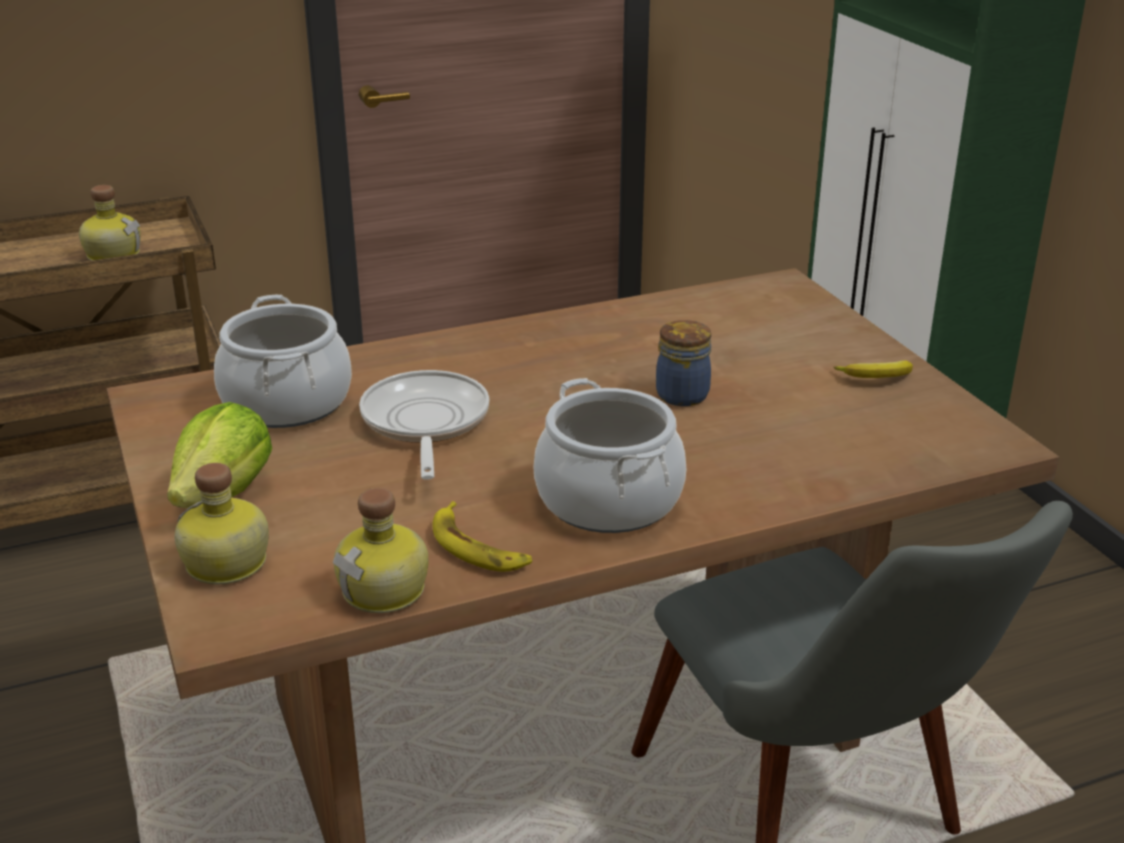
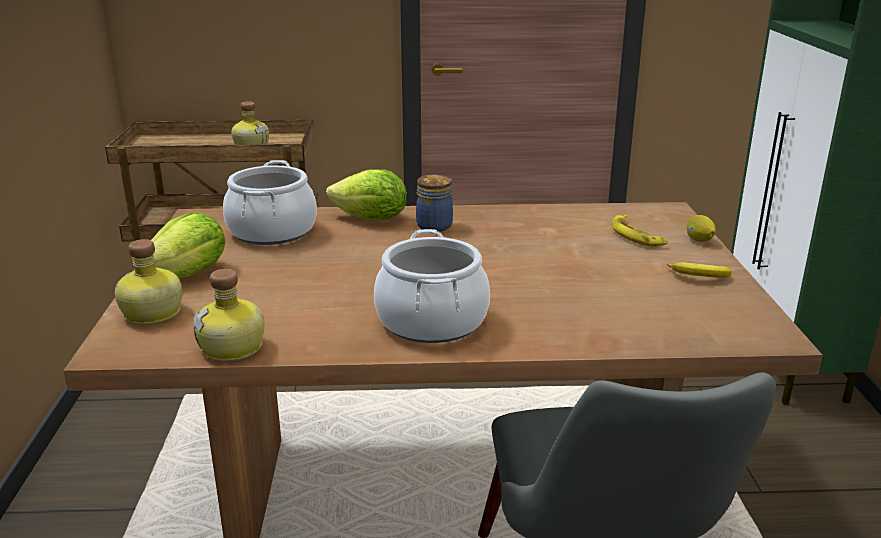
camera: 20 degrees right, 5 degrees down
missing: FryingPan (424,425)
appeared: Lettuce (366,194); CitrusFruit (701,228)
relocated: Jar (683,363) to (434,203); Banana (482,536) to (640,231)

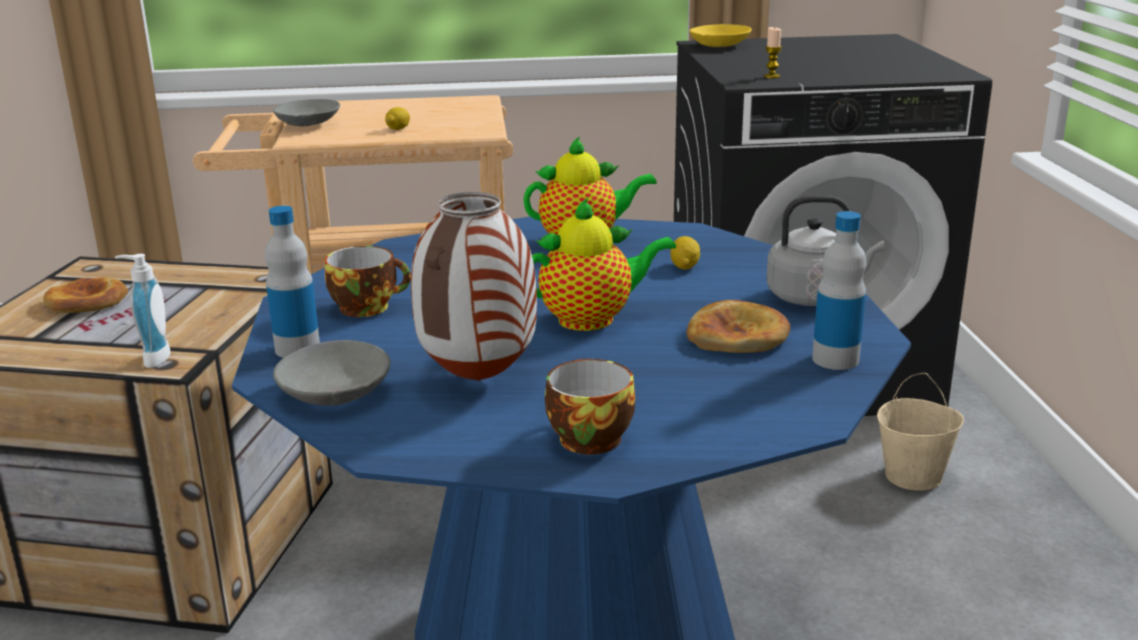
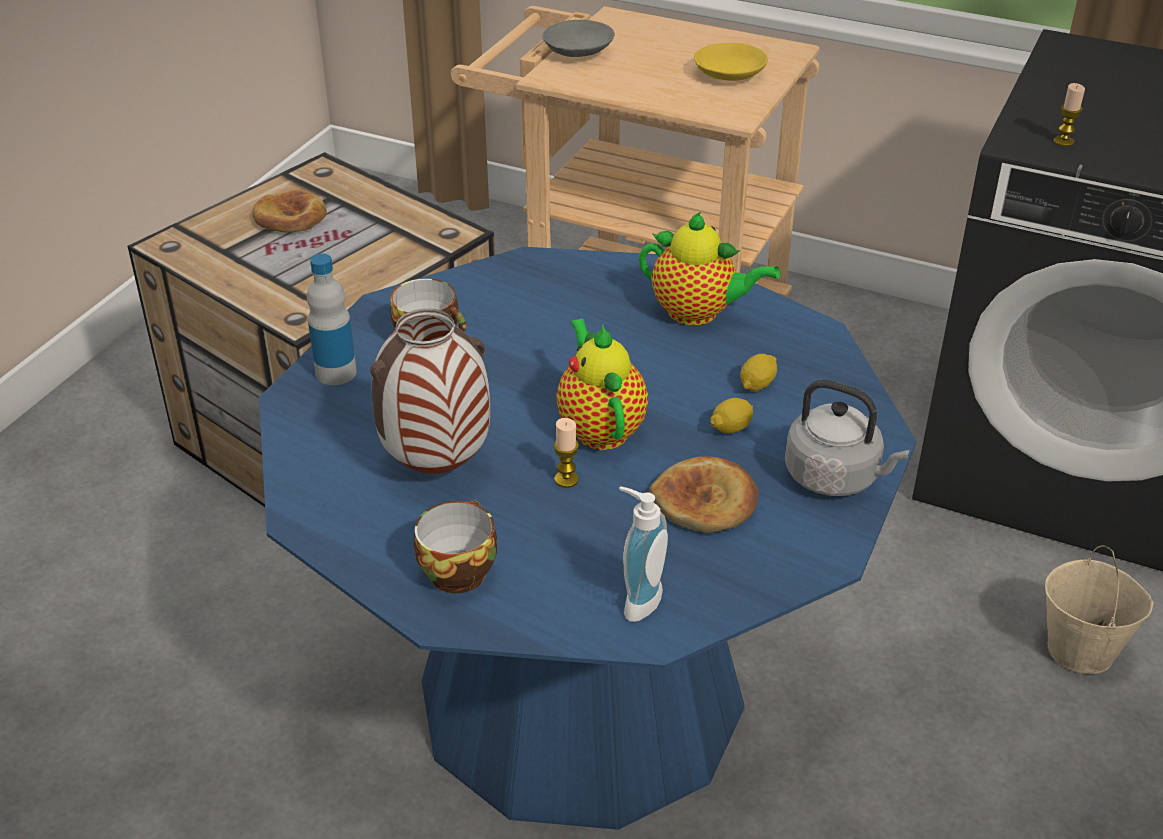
camera: 30 degrees right, 15 degrees up
missing: Bottle (839,290); GrayDeepDish (331,373)
appeared: WaxCandle (566,453)
relocated: YellowishDeepDish (720,35) to (731,62); CitrusFruit (397,118) to (732,416); SoapDispenser (143,311) to (643,554)
spun: Teapot (604,264) = (602,384) 120 degrees counterclockwise

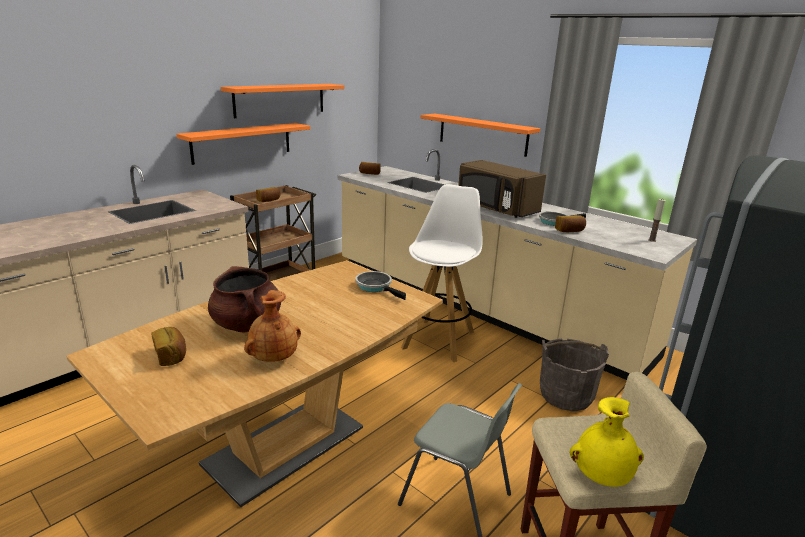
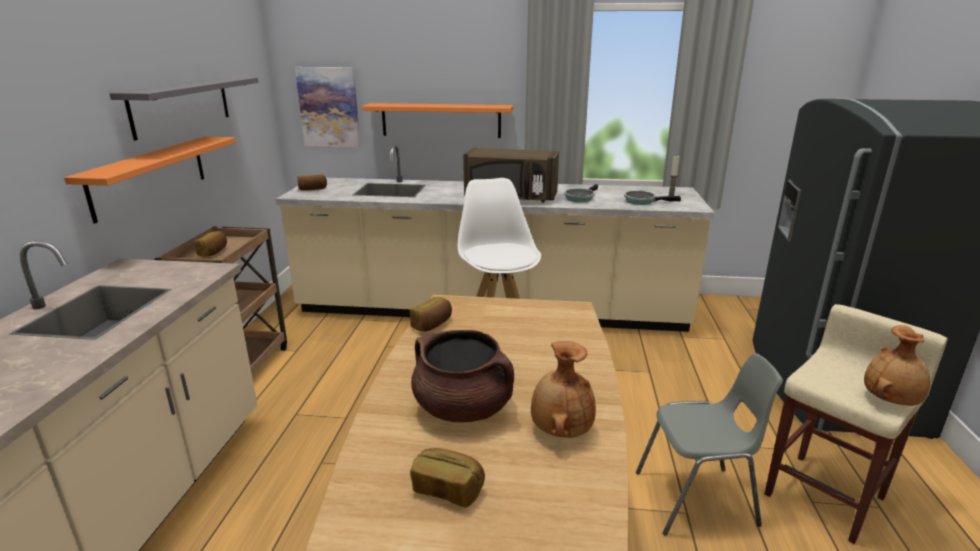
camera: 35 degrees left, 0 degrees up
missing: GrayPail (574,375)
appeared: WallPicture (327,107)
relocated: Bread (570,223) to (431,314); FryingPan (380,285) to (652,197)
colour: OrangeyWallShelf (282,101) to GrayWallShelf (184,109); YellowishFlowerVase (607,442) to BrownishFlowerVase (897,365)

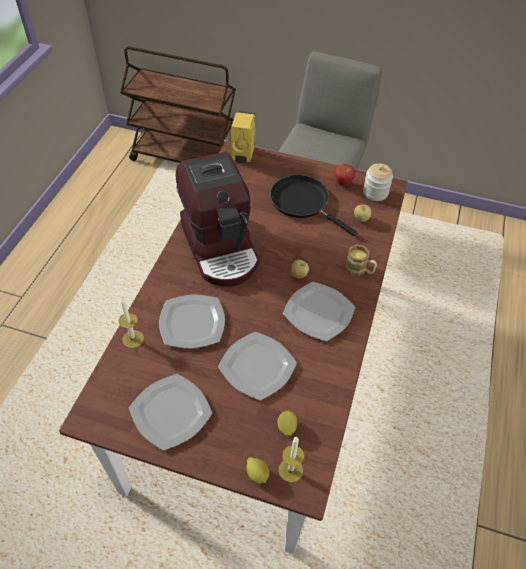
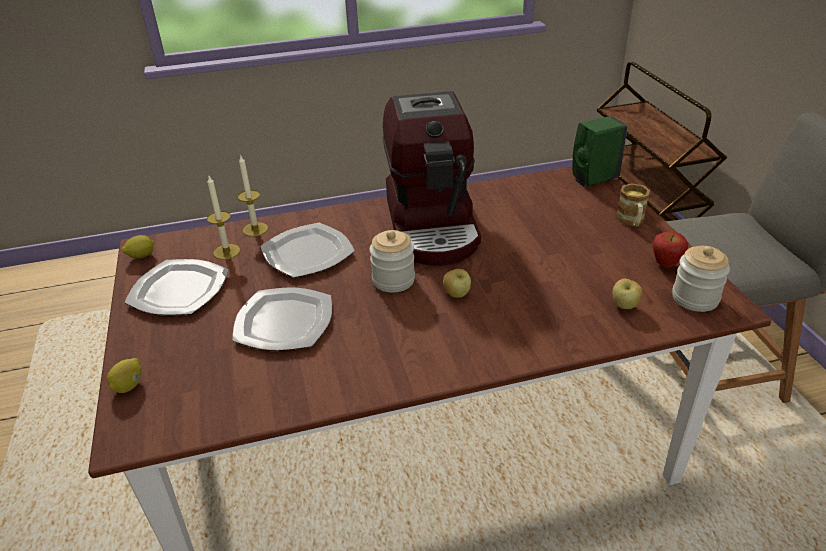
camera: 60 degrees right, 15 degrees down
missing: BlackFryingPan (313,205); DinnerPlate (319,311)
appeared: Jar (392,261)
relocated: Mug (361,260) to (633,204); CitrusFruit (287,424) to (138,247); WaxCandle (291,460) to (223,218)
colour: YellowishSoapDispenser (243,137) to GreenishSoapDispenser (600,151)
spun: CoffeeBrewer (217,219) = (431,178) 45 degrees counterclockwise

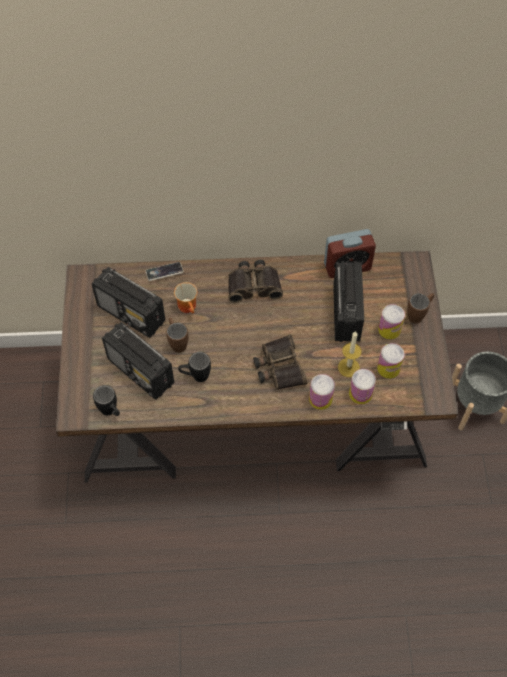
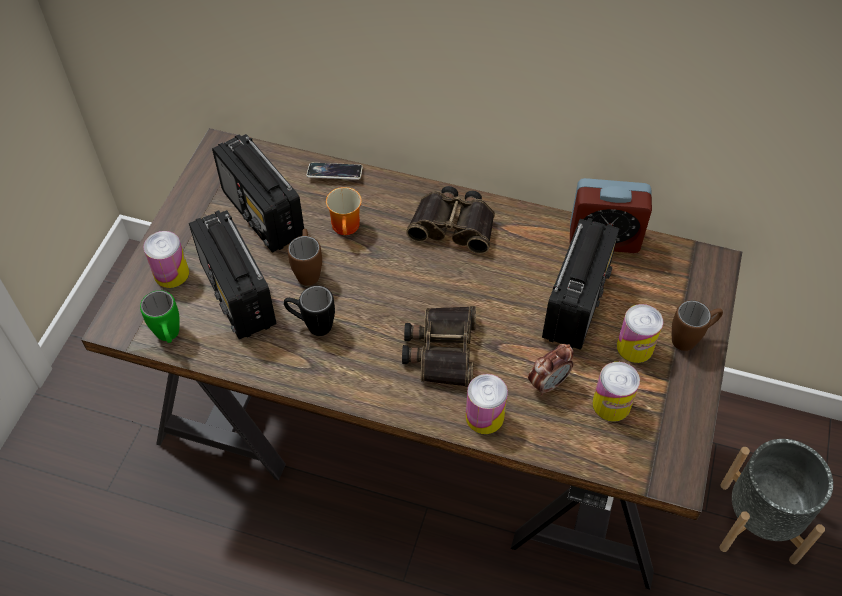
camera: 20 degrees right, 5 degrees down
relocated: SealedCan (362,386) to (166,259)
exchanged: WaxCandle (350,354) to BedsideClock (551,370)
colour: BlackMug (106,400) to GreenishMug (159,316)

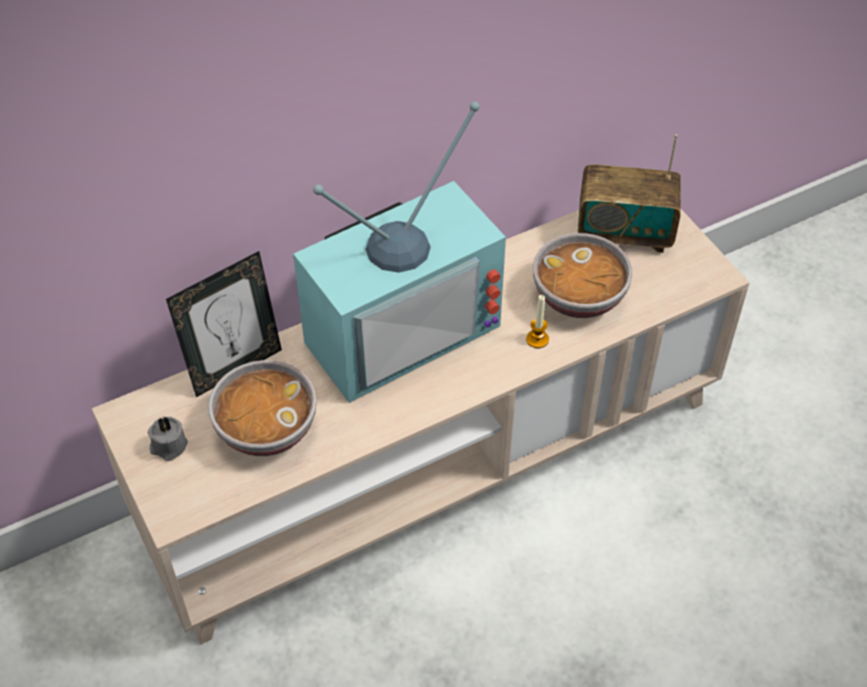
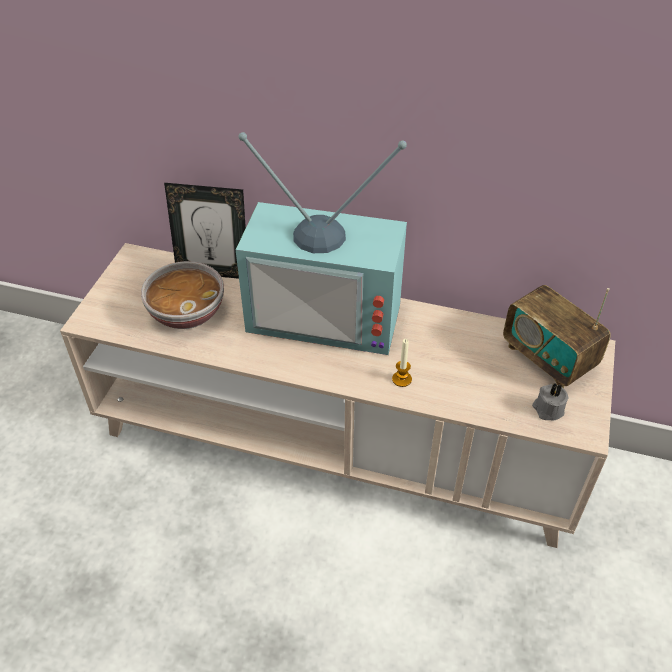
camera: 45 degrees right, 5 degrees down
missing: DeepDish (582,275)
relocated: GrayWaxCandle (168,438) to (550,402)

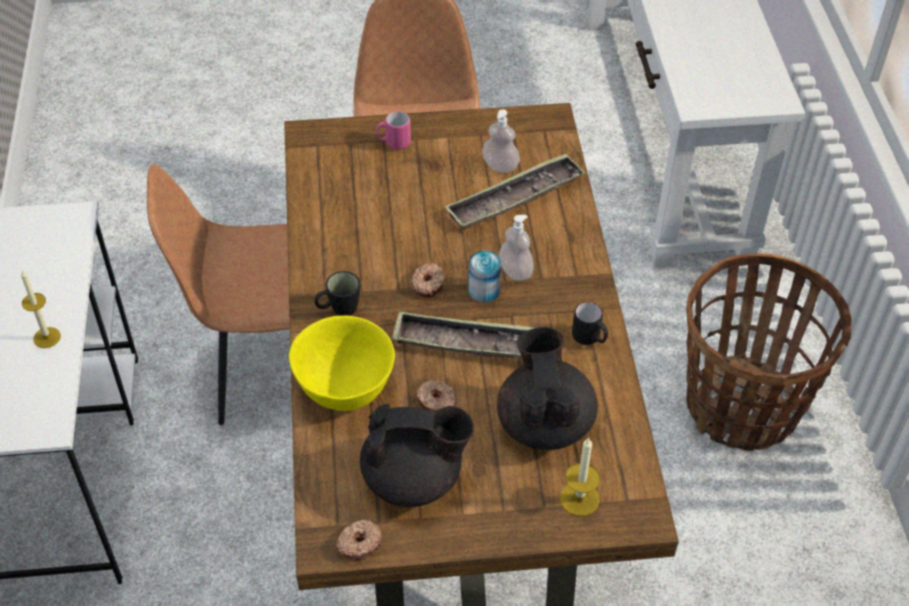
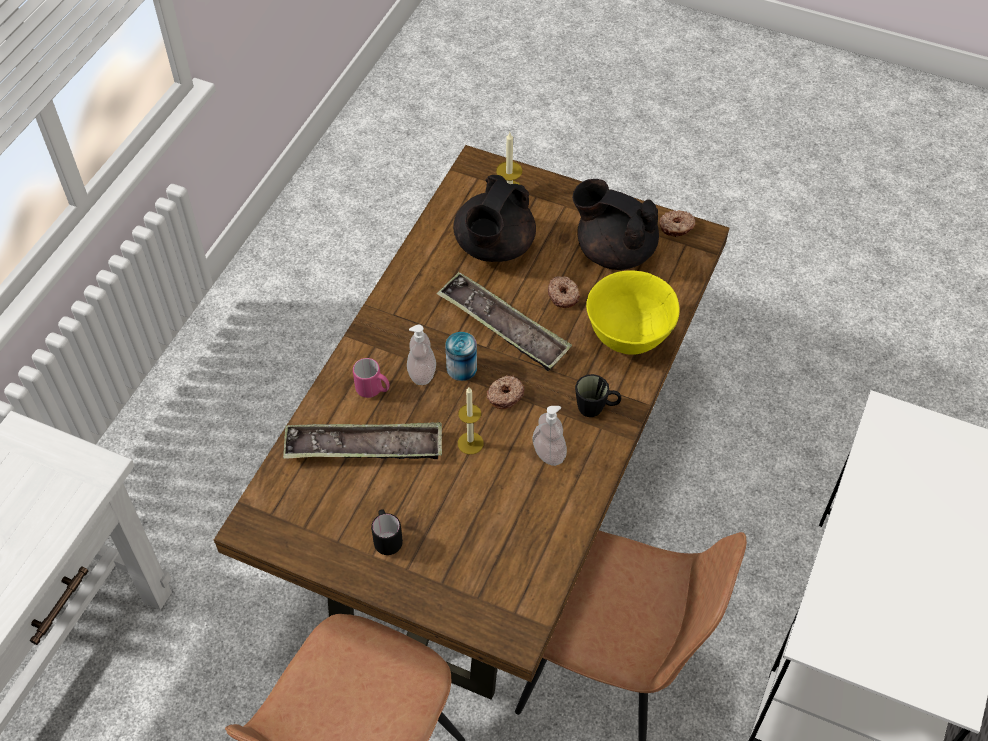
camera: 150 degrees left, 5 degrees up
missing: StorageBasket (768,352)
relocated: SoapDispenser (501,141) to (550,436); PinkishMug (393,130) to (371,378); WaxCandle (41,309) to (471,420); BlackMug (590,323) to (387,532)

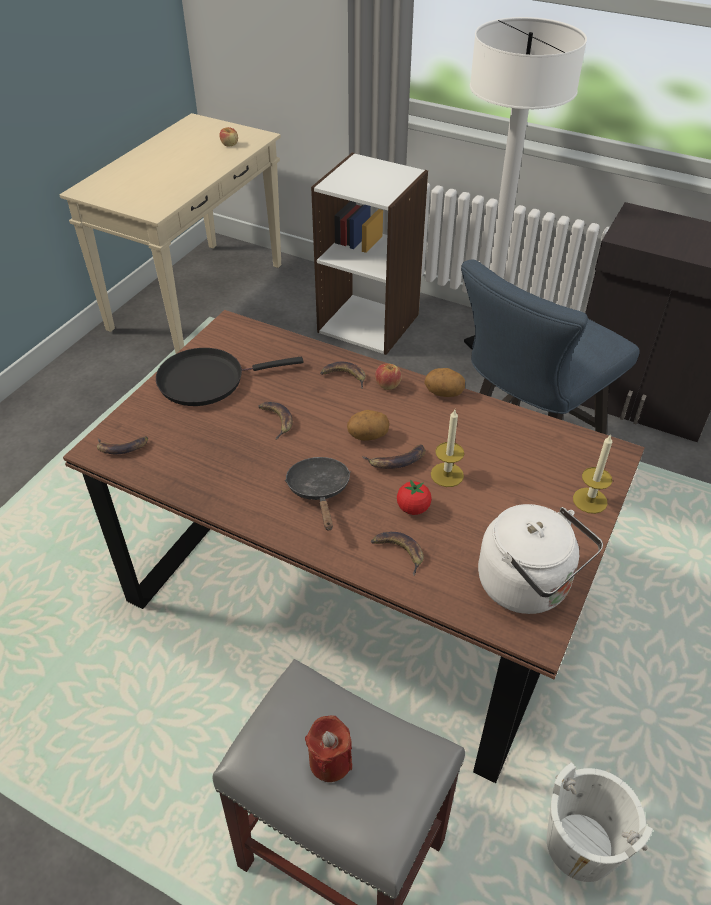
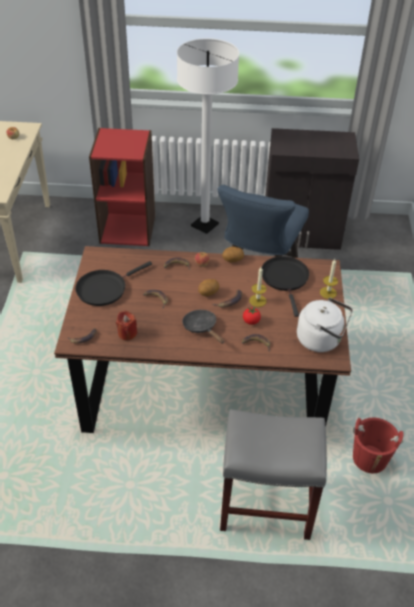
camera: 25 degrees left, 0 degrees up
appeared: BlackFryingPan (285,286)
relocated: RedColouredWaxCandle (328,748) to (126,325)
colour: WhiteColouredShelvingUnit (369,254) to RedColouredShelvingUnit (122,187); WhiteColouredPail (600,822) to RedColouredPail (378,445)

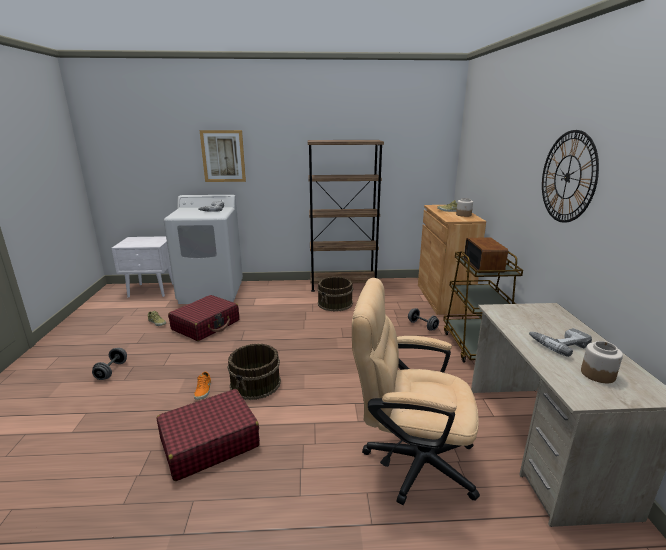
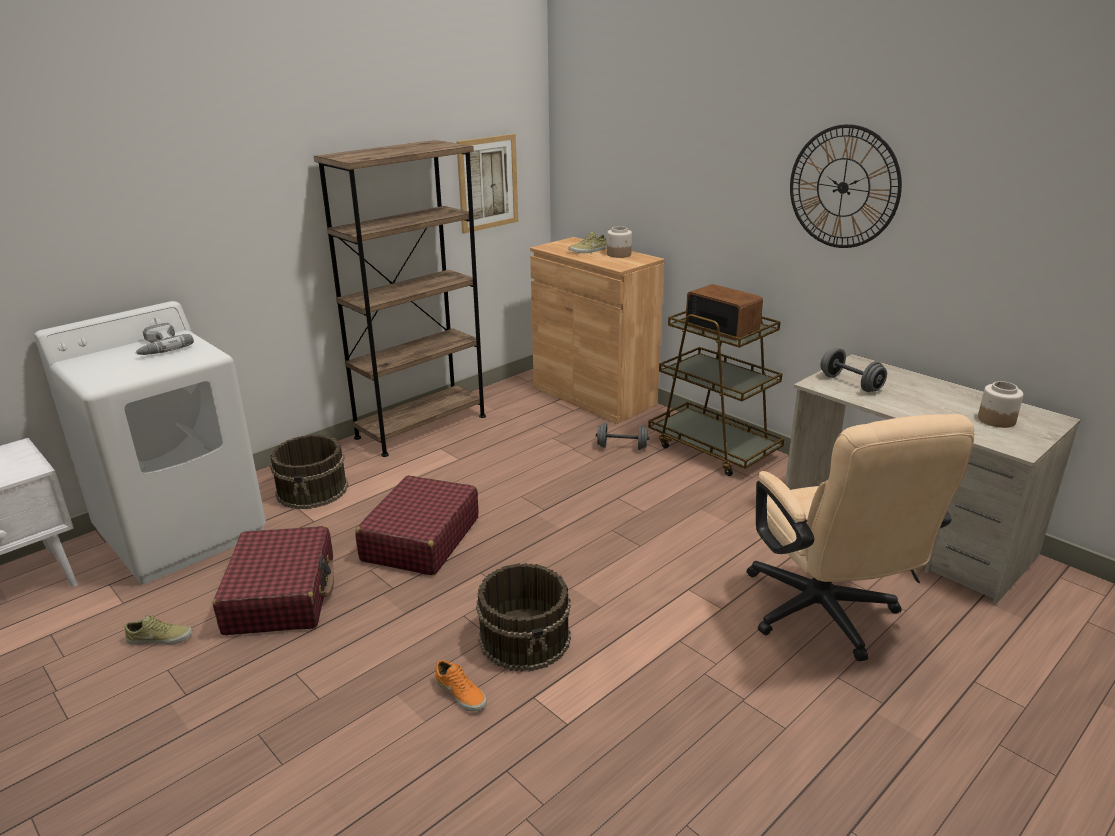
camera: 40 degrees left, 5 degrees up
missing: PowerDrill (560,342)
relocated: WallPicture (222,156) to (487,183); BrownishPail (335,294) to (309,472); GrayDumbbell (109,364) to (854,370); RedColouredTravelCase (208,435) to (417,525)
spun: BeigeColouredDeskChair (416,391) = (860,537) 75 degrees counterclockwise

